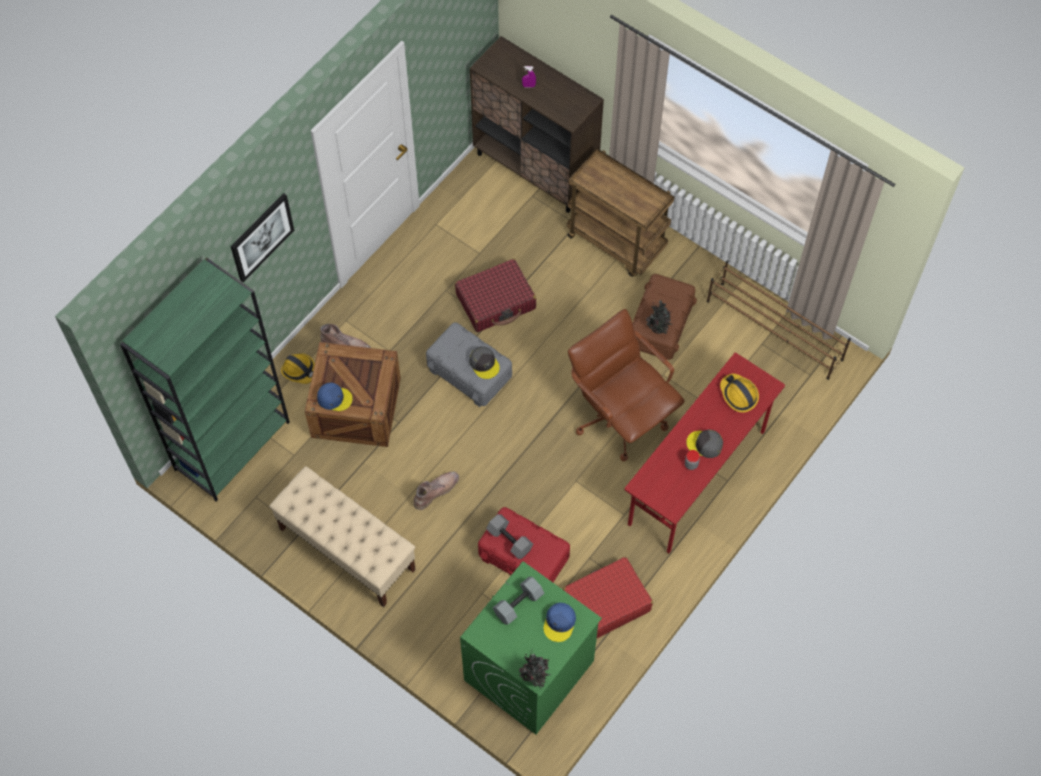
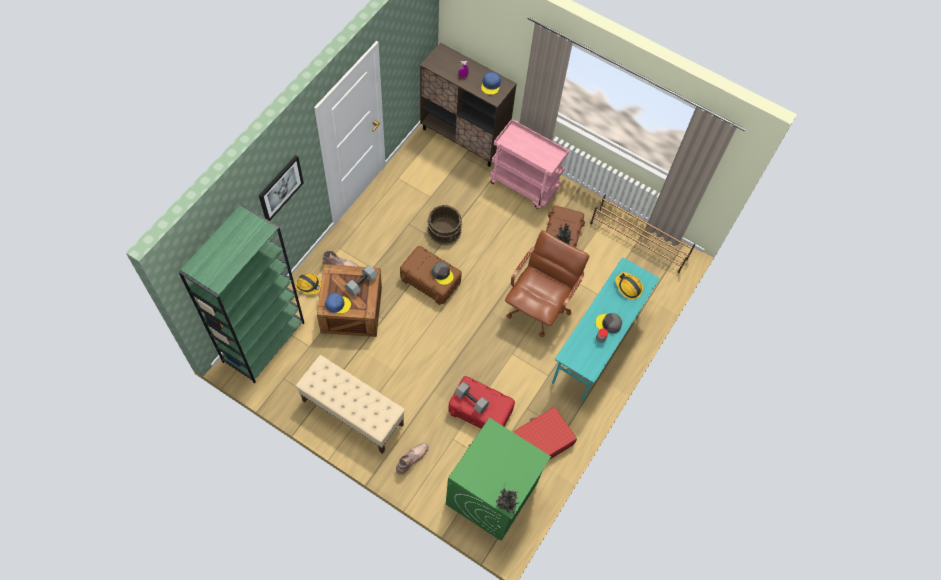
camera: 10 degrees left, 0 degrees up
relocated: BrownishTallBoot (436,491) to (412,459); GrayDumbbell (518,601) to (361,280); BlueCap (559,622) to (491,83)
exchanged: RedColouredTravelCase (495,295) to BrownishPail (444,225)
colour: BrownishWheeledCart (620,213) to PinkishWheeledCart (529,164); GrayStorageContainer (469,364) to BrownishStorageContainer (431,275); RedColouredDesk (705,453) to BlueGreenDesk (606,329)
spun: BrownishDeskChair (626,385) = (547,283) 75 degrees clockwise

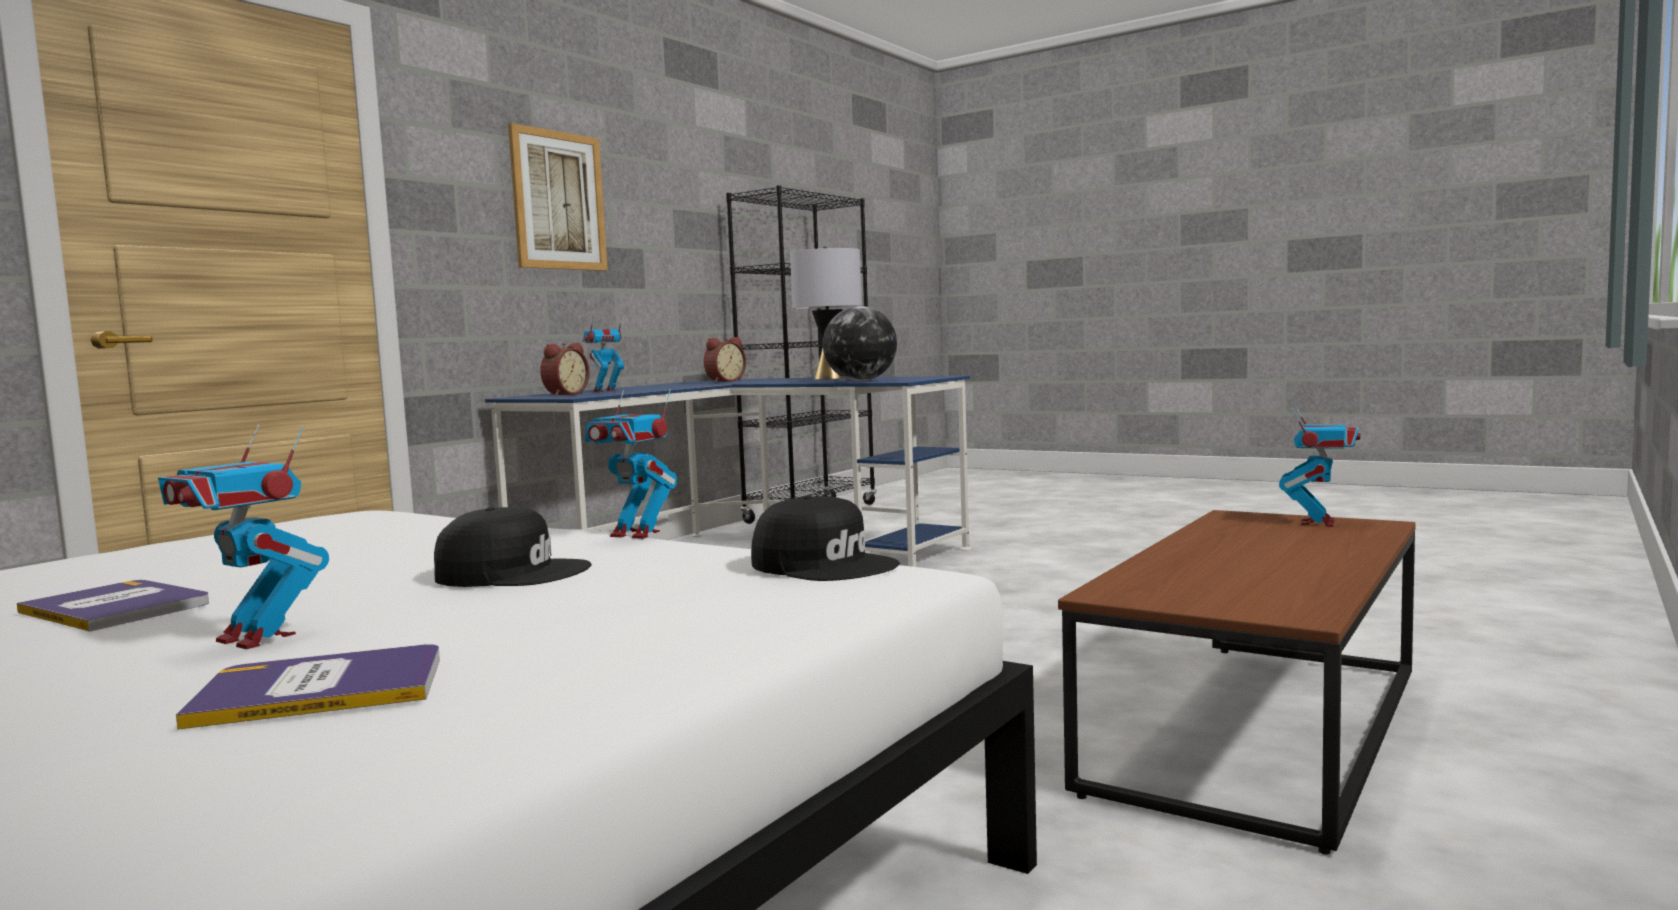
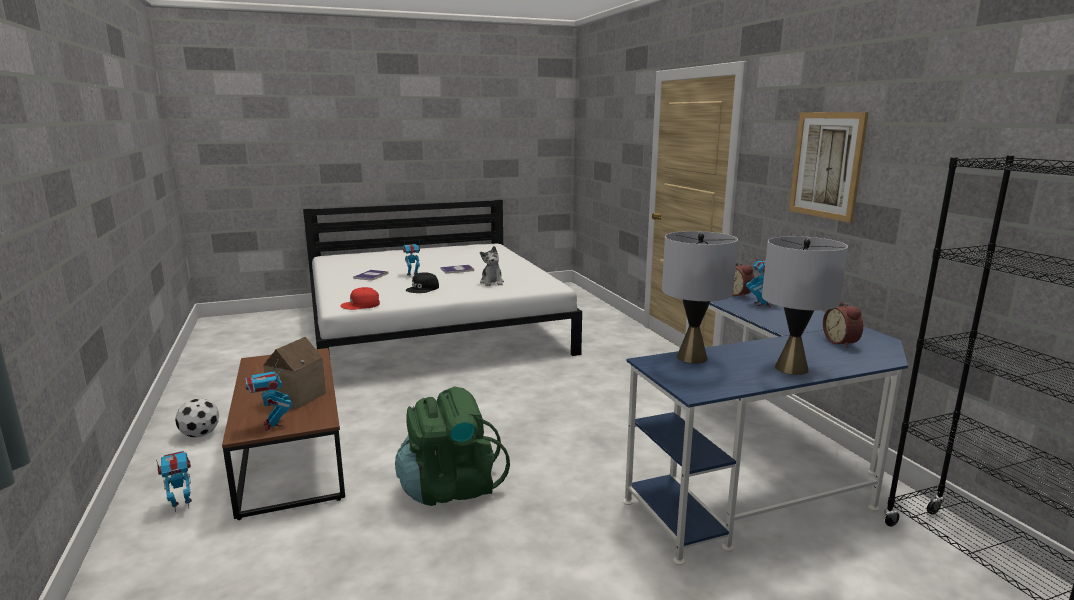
camera: 125 degrees right, 10 degrees up
appeared: CuddlyToy (492,266); ToyHouse (294,373); GreenishBackpack (452,446); BallForFootball (197,418)
relocated: RobotFigure (631,464) to (174,481)
exchanged: DeskGlobe (860,343) to GrayLampForATable (700,297)
colour: BlackCap (825,538) to RedColouredCap (360,298)

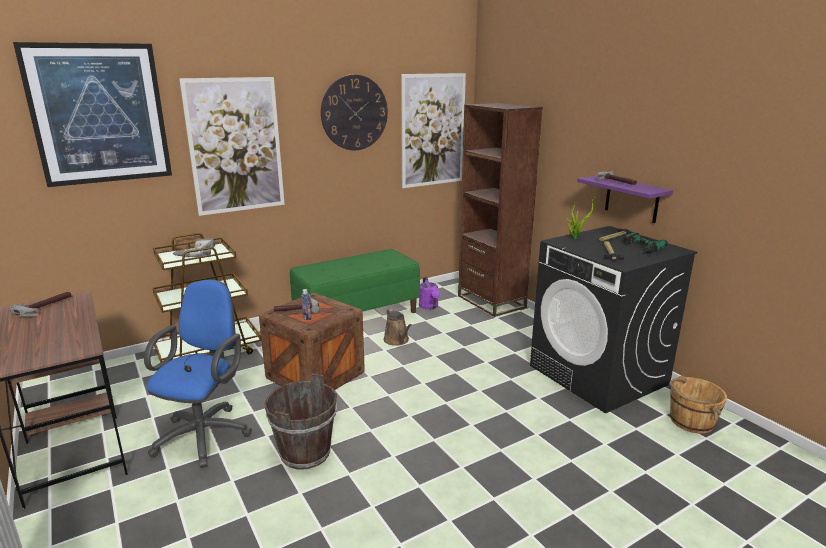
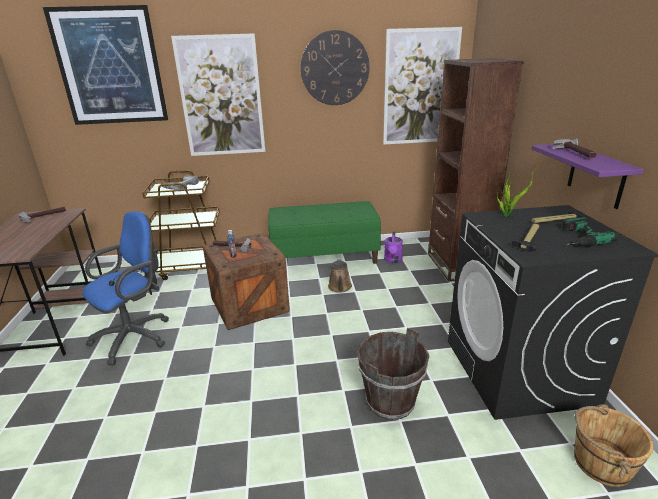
camera: 25 degrees right, 5 degrees up
relocated: BrownishPail (300,422) to (393,374)

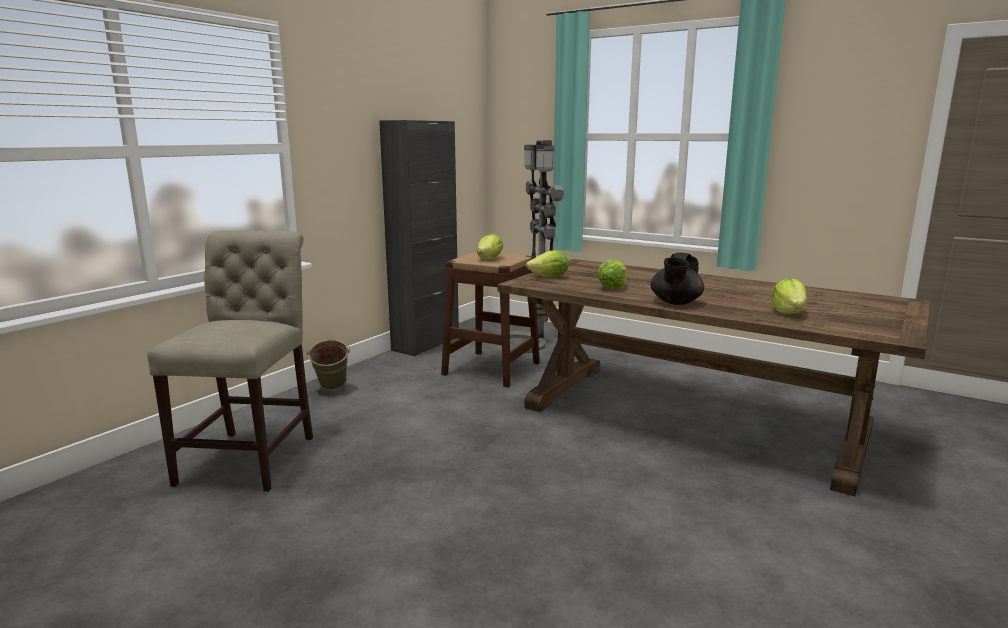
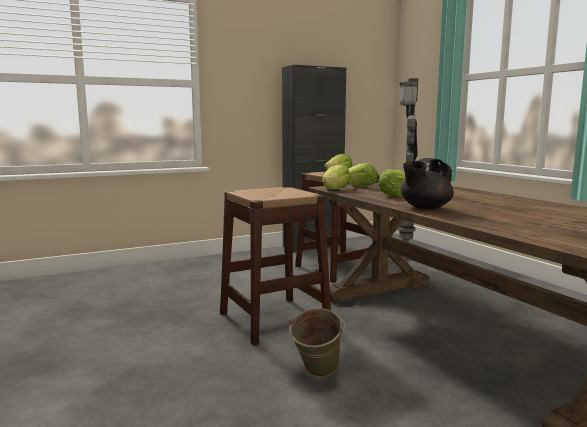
camera: 30 degrees right, 5 degrees down
missing: BeigeColouredPlainChair (230,361)
appeared: BrownishStoolSeat (275,266)
relocated: Lettuce (789,296) to (336,176); GreenishPail (328,365) to (317,342)

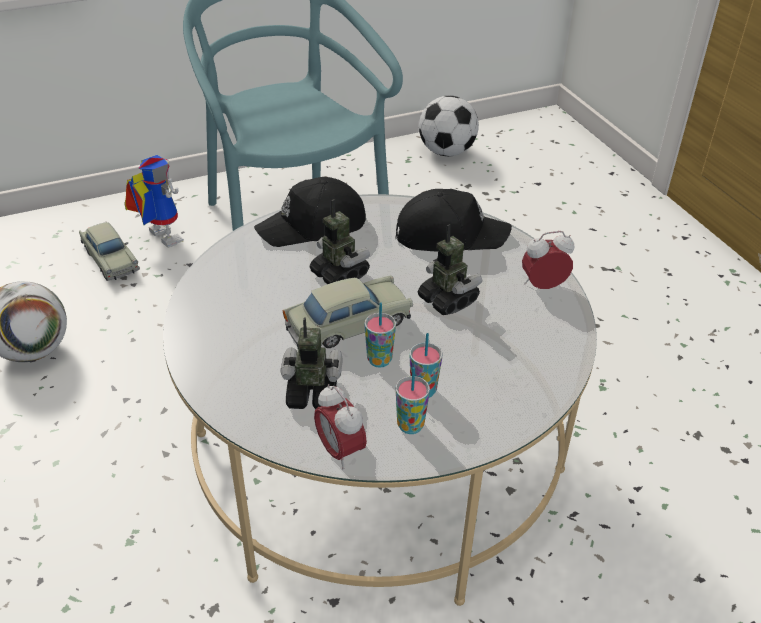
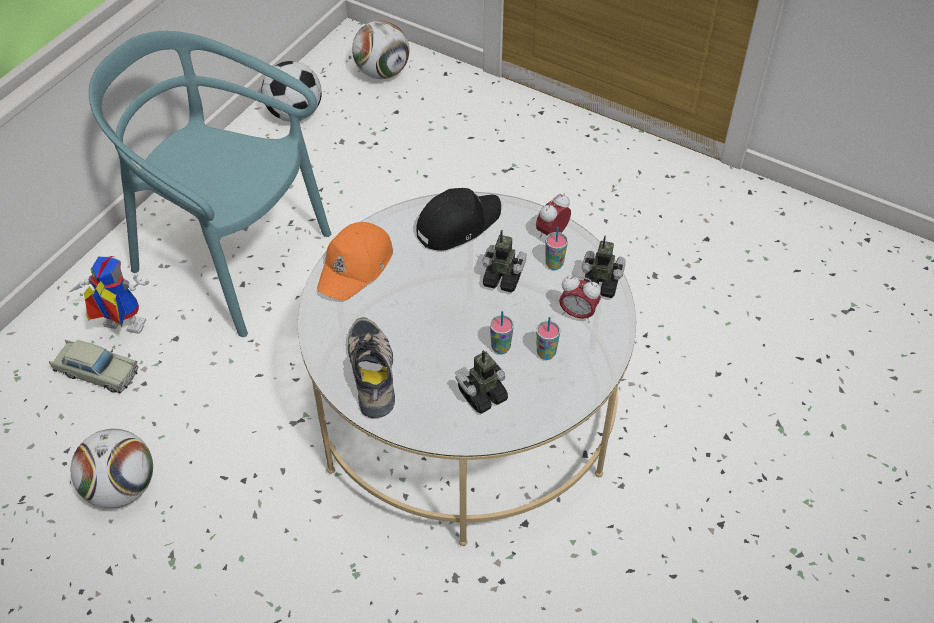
camera: 35 degrees left, 10 degrees up
missing: BeigeColouredMiniatureCar (348,311)
appeared: BallForFootball (380,49); Shoe (371,367)
relocated: RobotFigure (339,241) to (603,267); DrinkingCup (413,400) to (556,248); BedsideClock (340,426) to (580,299)
colour: BlackCap (310,212) to OrangeyCap (355,261)

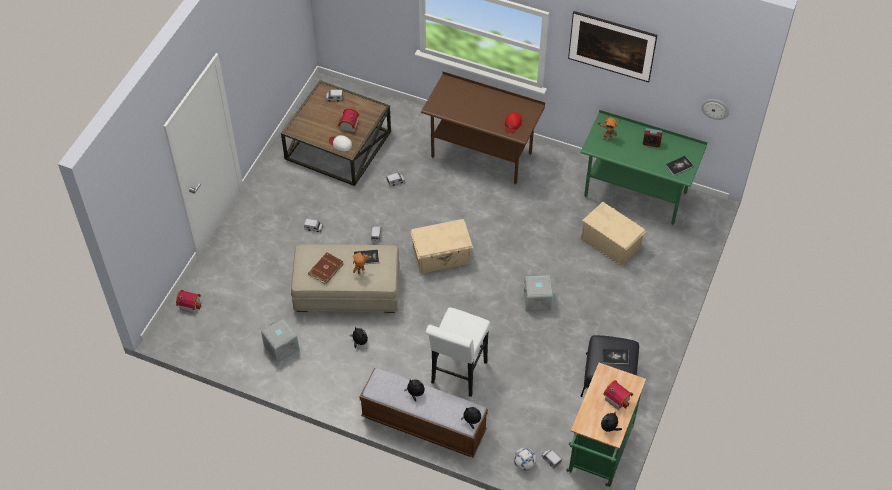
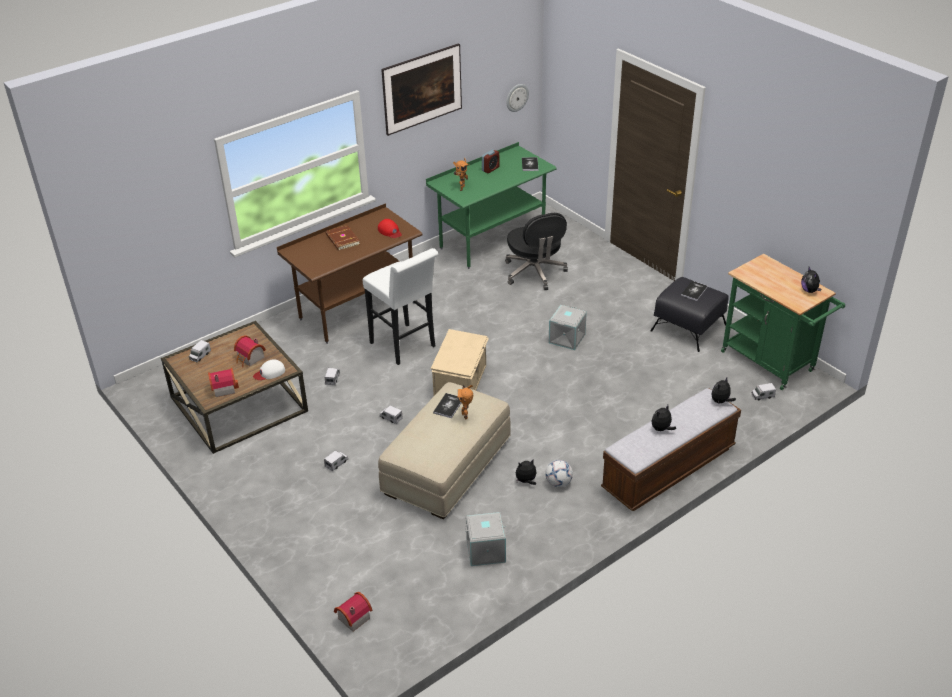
camera: 60 degrees left, 15 degrees down
relocated: BrownishBook (326,268) to (342,238); WhiteColouredStoolSeat (457,352) to (400,306); ToyHouse (618,395) to (223,382); BallForFootball (525,459) to (559,473)
exchanged: BeigeColouredStorageContainer (614,234) to BlackDeskChair (536,251)

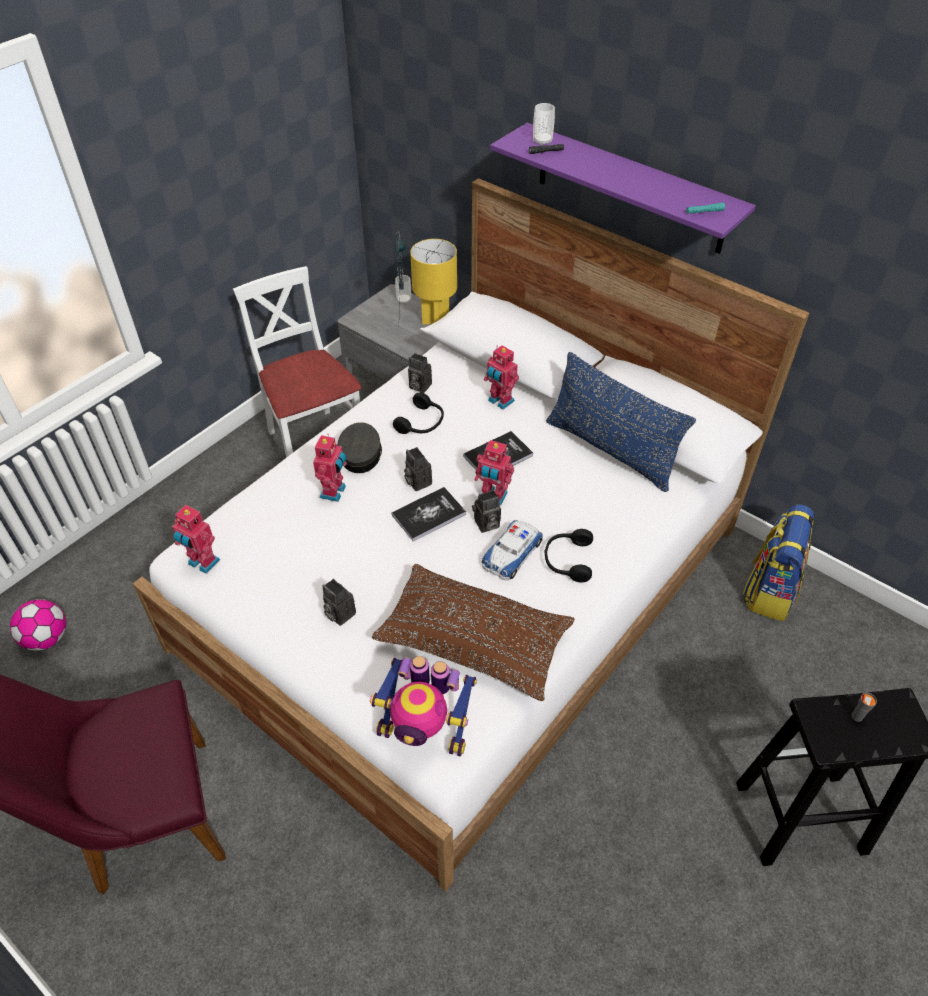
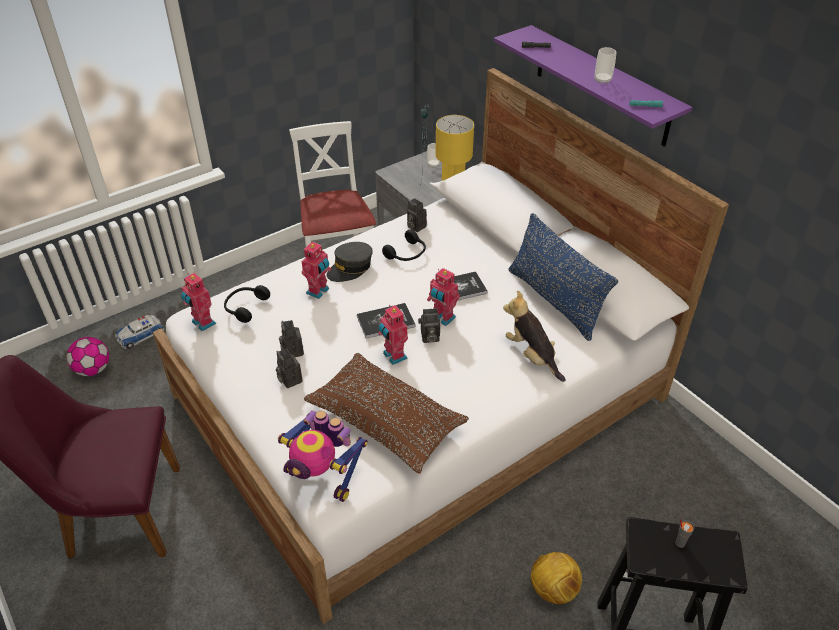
camera: 15 degrees right, 5 degrees down
missing: Backpack (778,562)
appeared: CuddlyToy (534,336); BallForFootball (556,578)
relocated: DrinkingCup (544,124) to (605,65); RobotFigure (501,377) to (393,335); StillCamera (418,469) to (291,338); MiniatureCar (512,550) to (139,332); BlackHeadset (568,556) to (247,304)
spun: GrayCap (359,447) = (350,262) 150 degrees counterclockwise

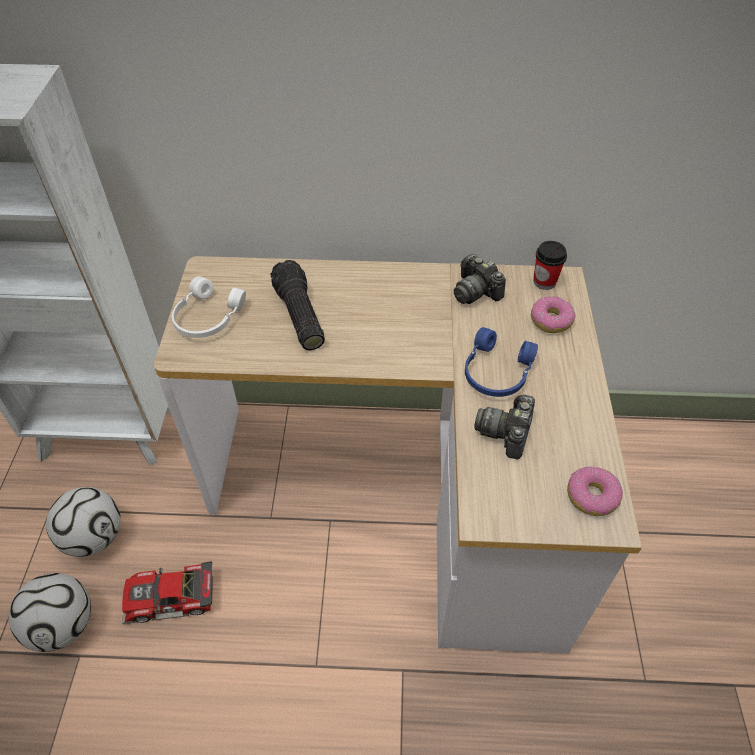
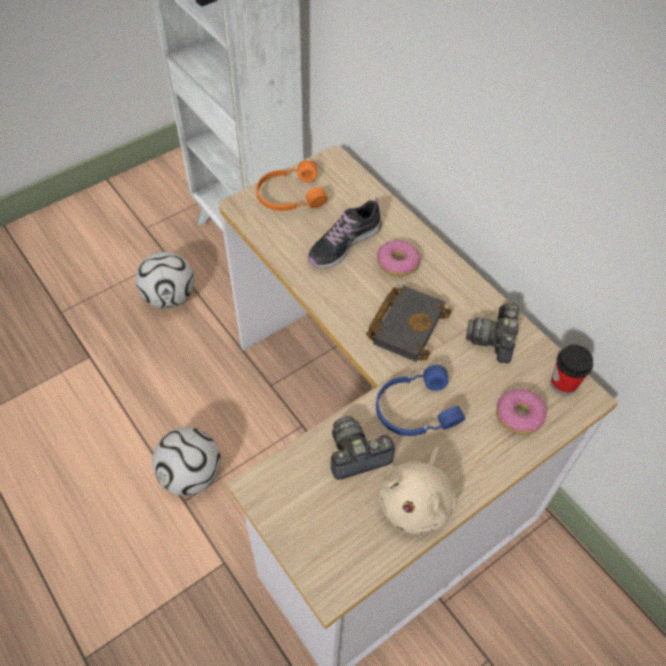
camera: 50 degrees right, 5 degrees up
missing: MiniatureCar (167,592)
appeared: BlackBook (409,324); BeigeColouredCuddlyToy (417,490)
relocated: Doughnut (595,491) to (399,258); BallForFootball (50,612) to (186,461)
exchanged: HandTorch (298,305) to Shoe (345,232)
colour: WhiteColouredHeadset (209,307) to OrangeyHeadset (292,185)

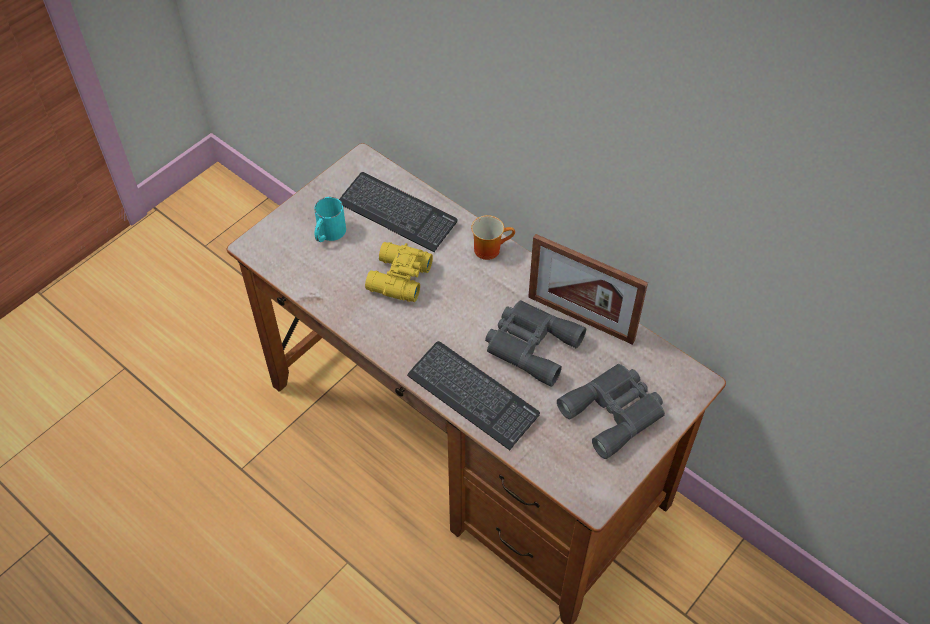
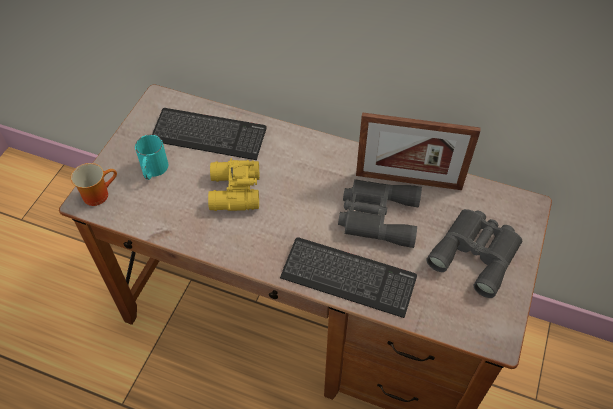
camera: 20 degrees left, 0 degrees up
relocated: Mug (493,237) to (94,184)

